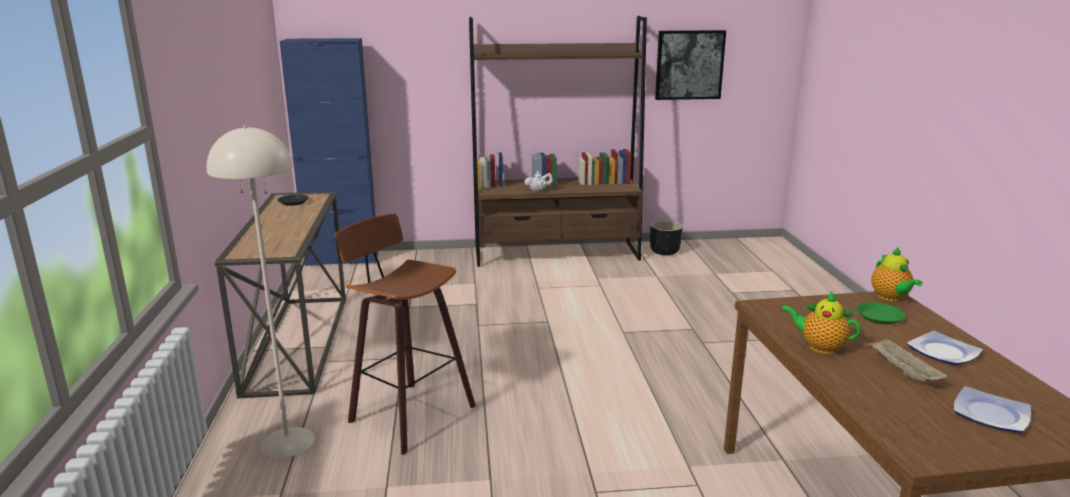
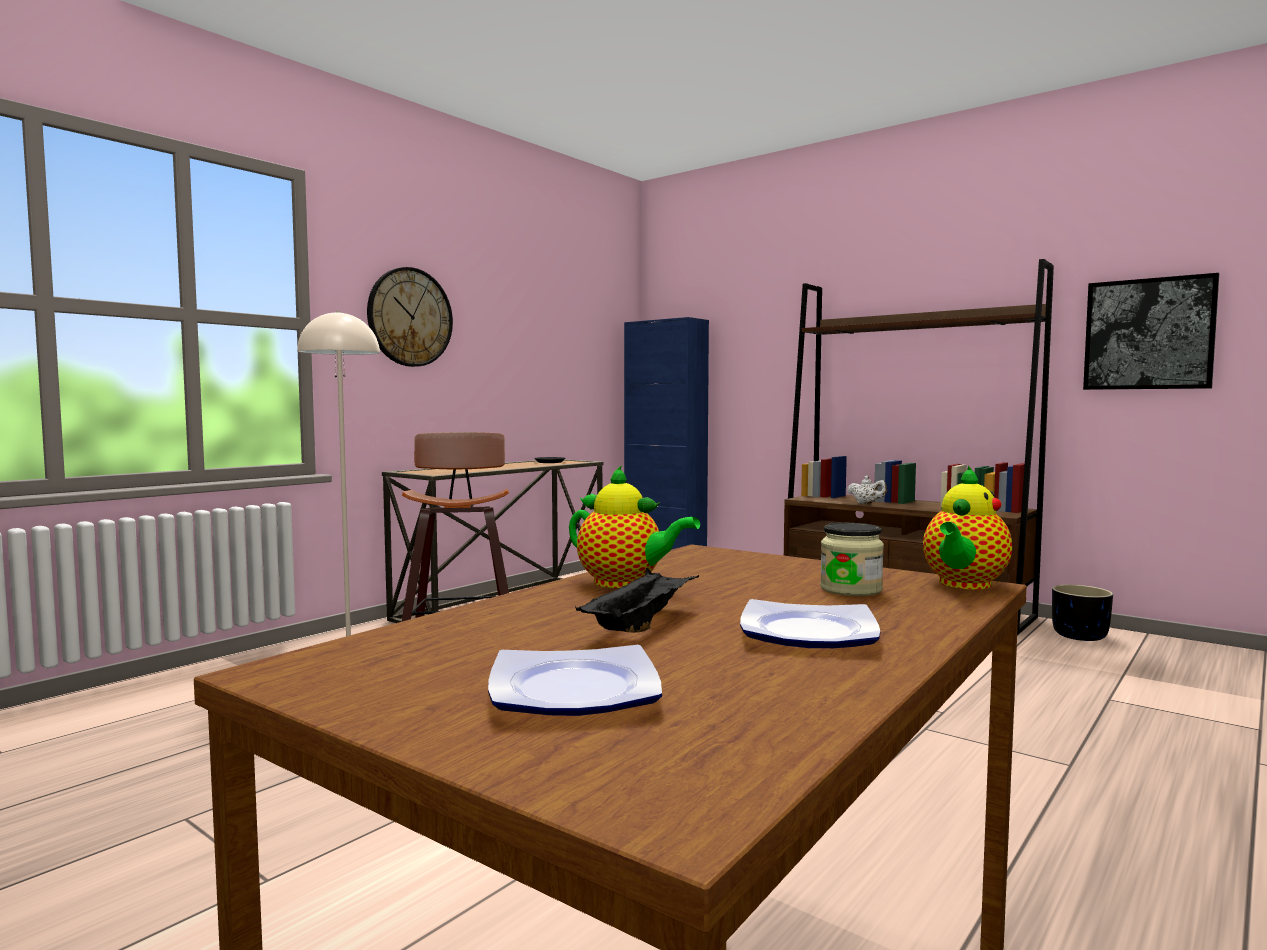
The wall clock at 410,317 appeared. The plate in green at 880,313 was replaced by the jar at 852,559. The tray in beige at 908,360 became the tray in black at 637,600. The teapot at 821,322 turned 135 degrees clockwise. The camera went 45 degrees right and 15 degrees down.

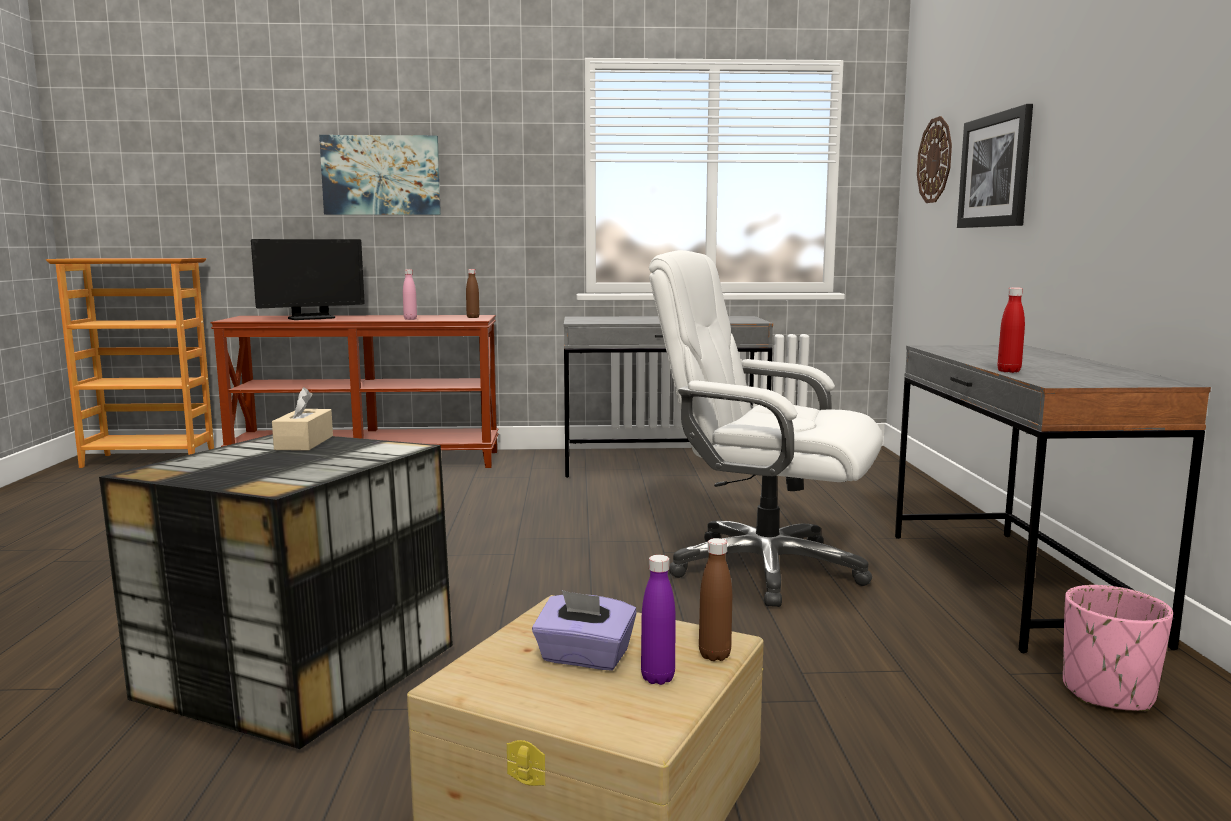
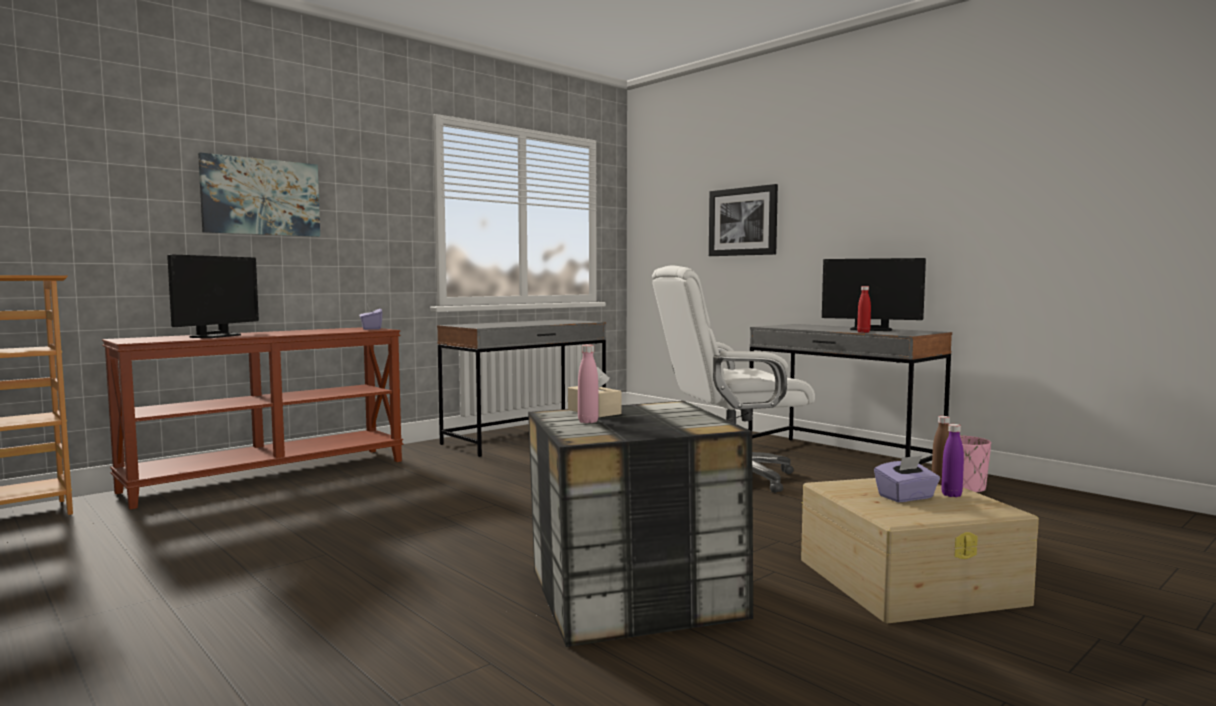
The wall clock at 934,159 disappeared. The monitor at 874,294 appeared. The bottle in pink moved from 410,295 to 588,384. The bottle in brown at 473,293 was replaced by the tissue box in purple at 370,316. The camera went 40 degrees left and 5 degrees down.

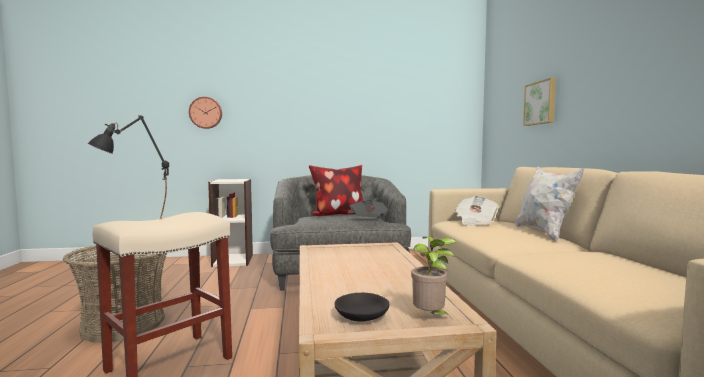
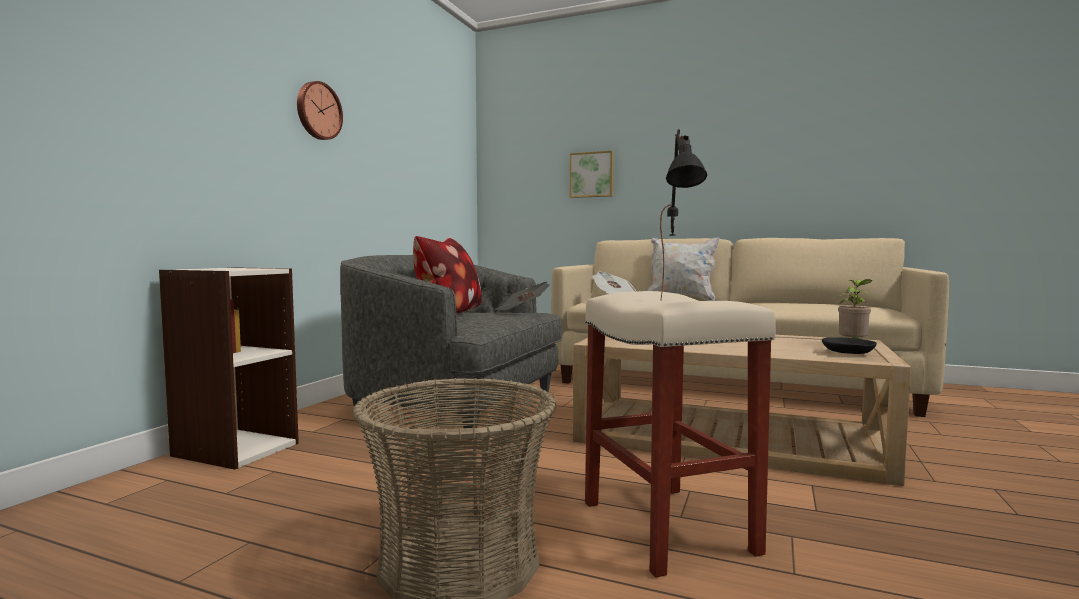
The wall clock moved from 205,113 to 320,110. The camera went 60 degrees left and 0 degrees up.

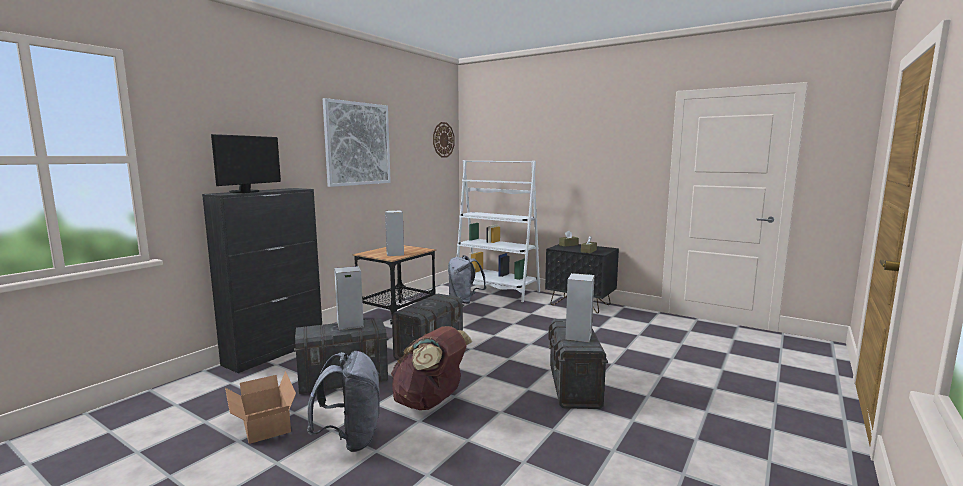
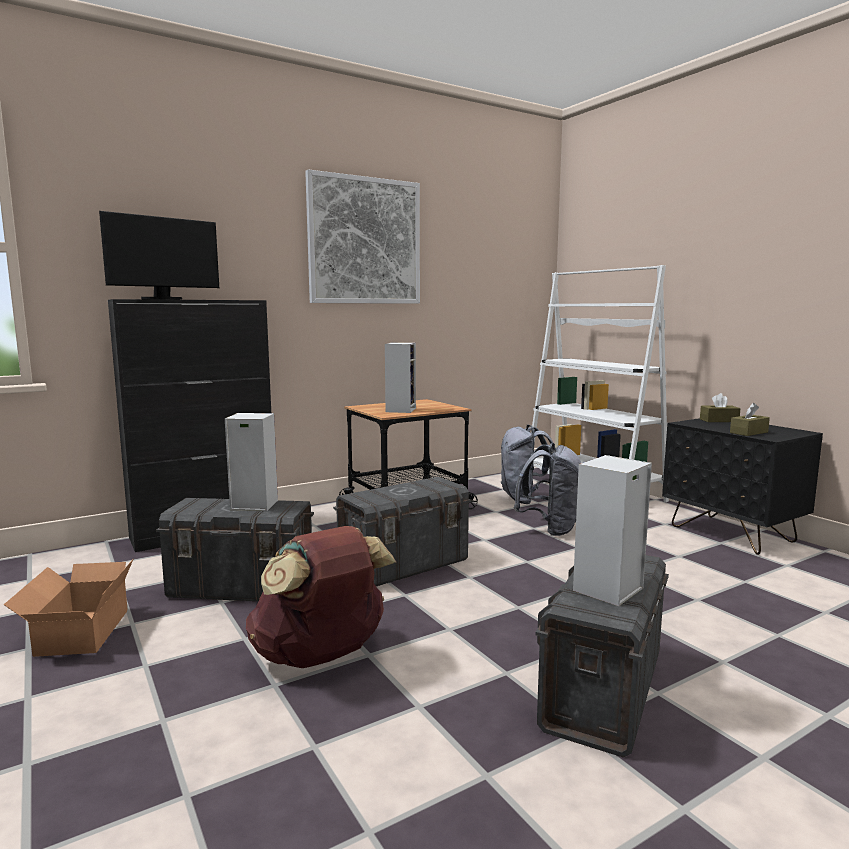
The wall clock at 444,139 disappeared. The backpack in grey moved from 343,401 to 547,489. The camera went 25 degrees right and 0 degrees up.

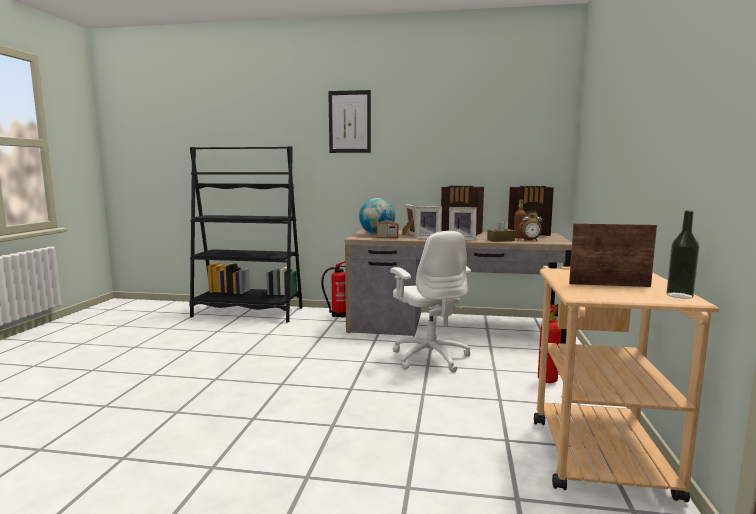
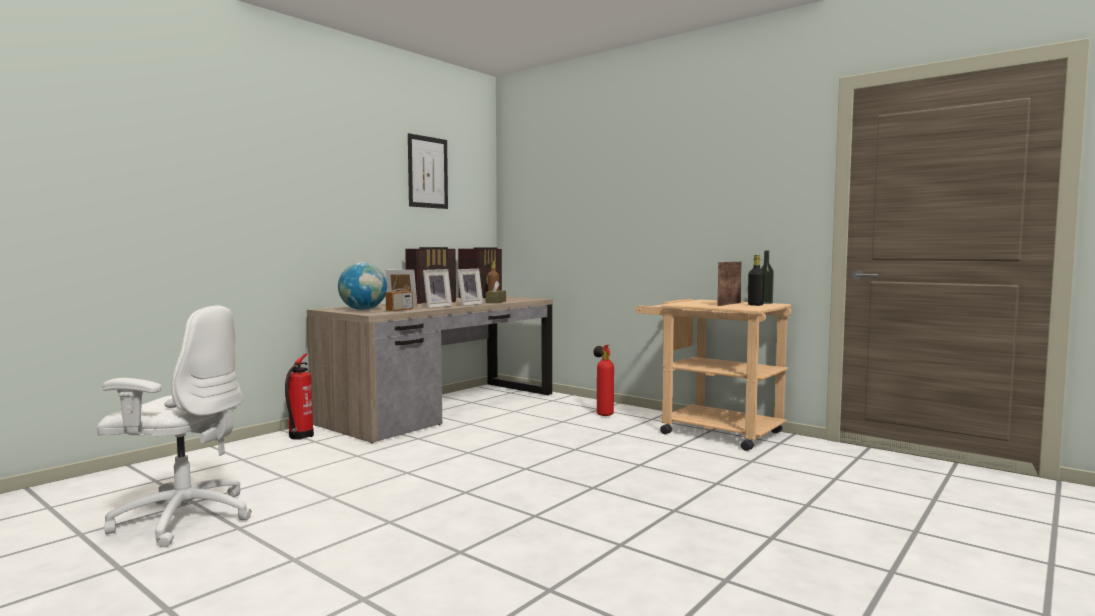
The bookcase in black at 246,234 disappeared. The alarm clock at 530,225 disappeared. The bottle in black at 756,280 appeared. The picture moved from 349,121 to 428,171. The office chair in white moved from 430,302 to 174,426. The camera went 60 degrees left and 5 degrees down.

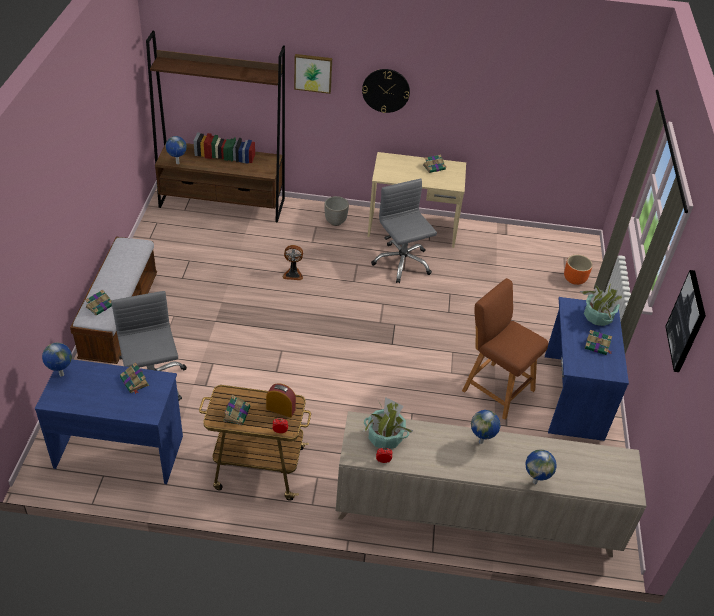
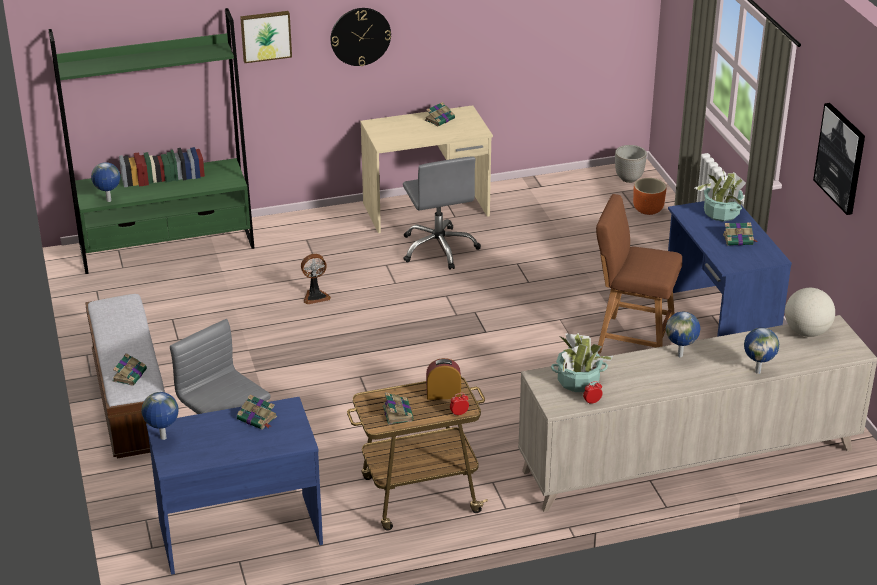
The globe at 810,312 appeared. The planter moved from 336,211 to 631,164. The bookcase in brown at 215,126 became the bookcase in green at 151,141. The office chair in grey at 404,231 turned 150 degrees counterclockwise. The camera went 20 degrees left and 10 degrees down.

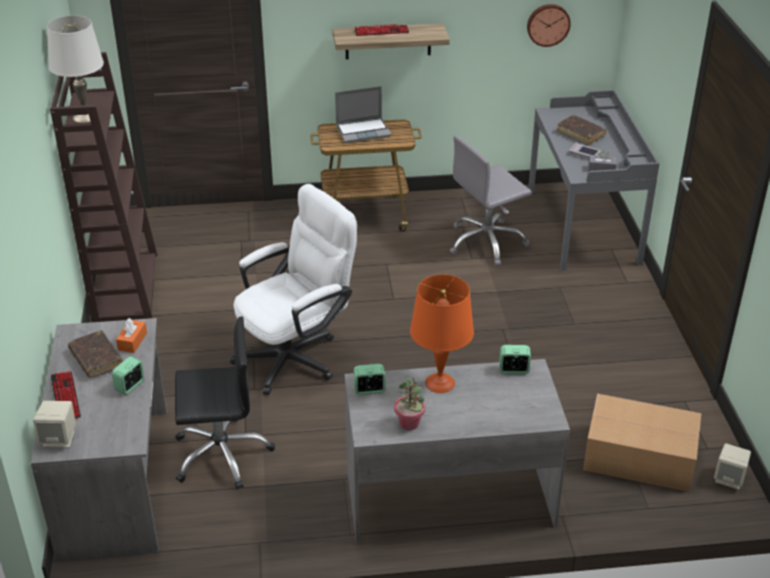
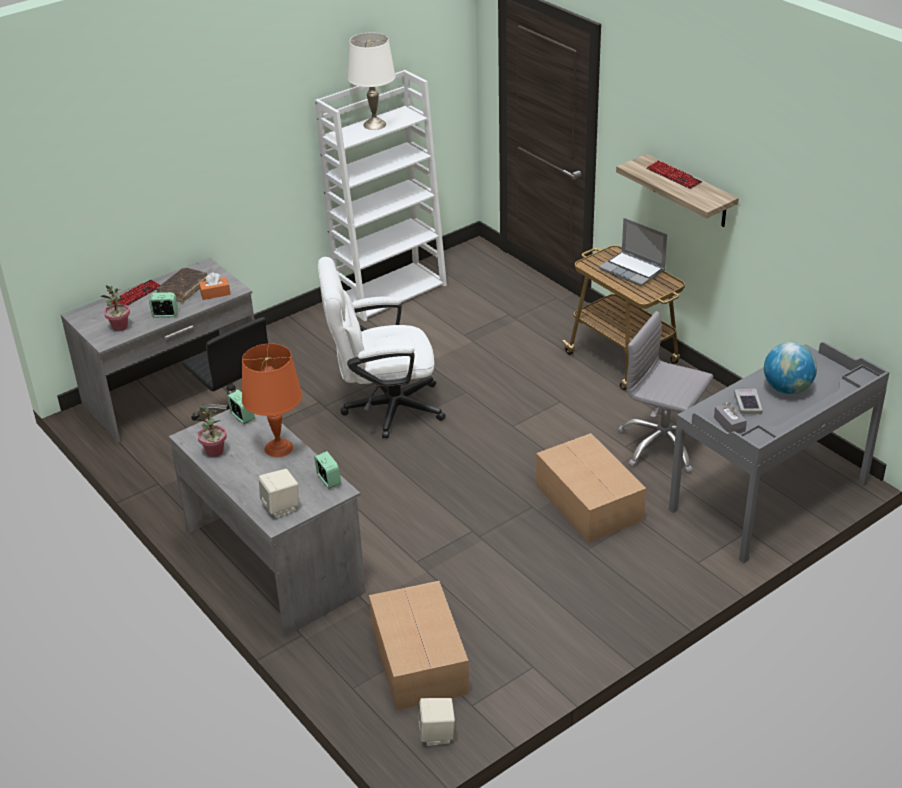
The wall clock at 549,25 disappeared. The potted plant at 115,308 appeared. The cardboard box at 591,488 appeared. The speaker in beige moved from 54,424 to 279,493. The book in brown at 581,130 was replaced by the globe at 790,368. The bookcase in brown at 104,187 became the bookcase in white at 381,195. The office chair in white at 293,289 turned 150 degrees clockwise. The camera went 60 degrees right and 0 degrees up.

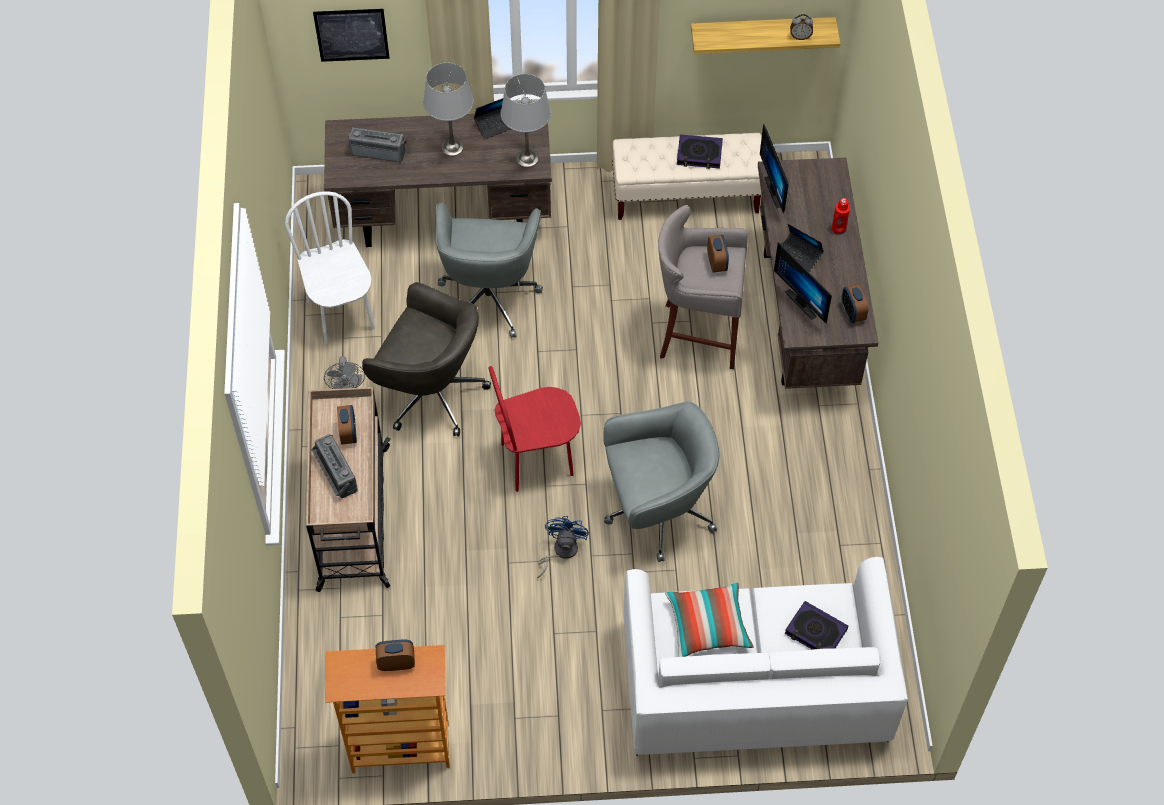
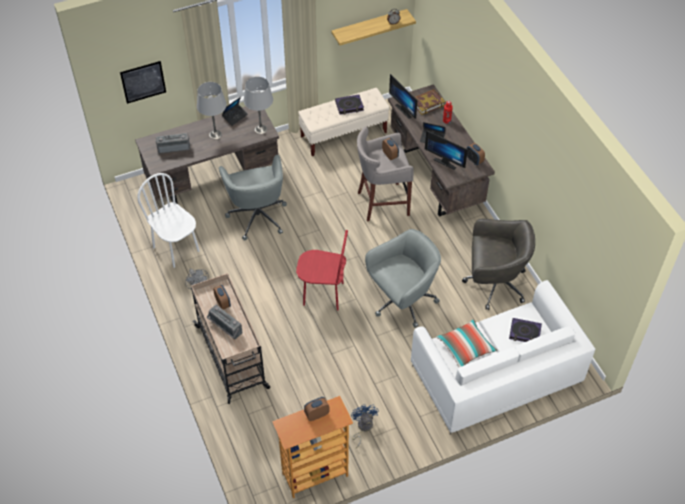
The book at 430,102 appeared. The office chair in grey moved from 426,359 to 498,264. The fan in blue moved from 563,547 to 365,426. The chair in red at 534,429 turned 135 degrees counterclockwise. The camera went 20 degrees left and 5 degrees down.

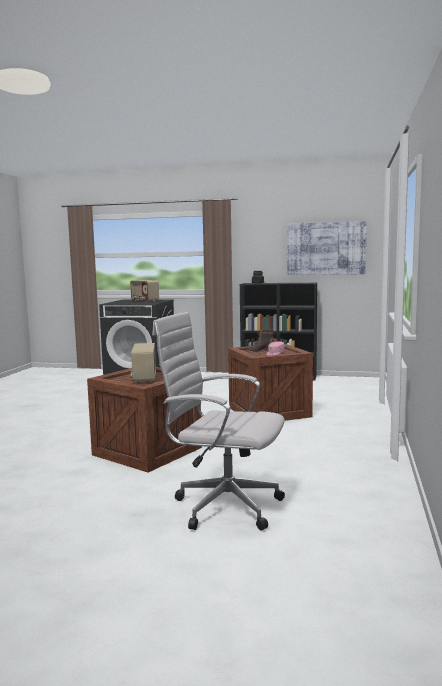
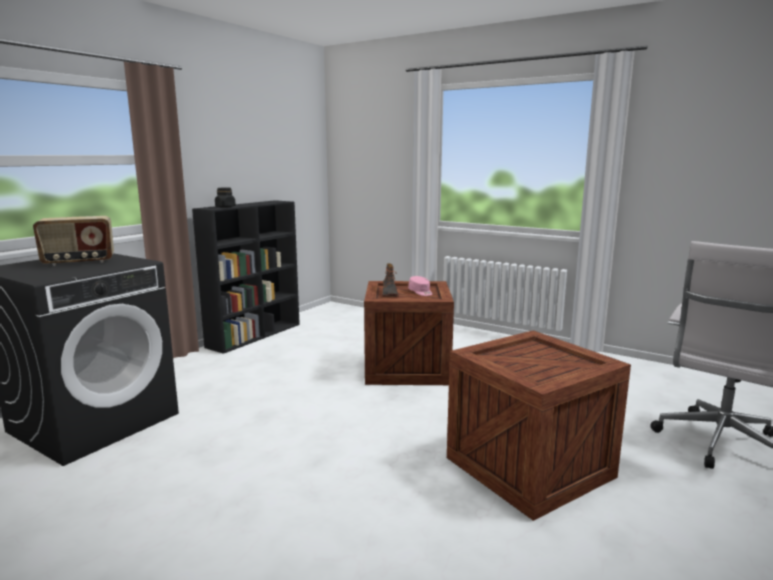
The radio at 143,363 disappeared. The picture at 327,248 disappeared. The camera went 70 degrees left and 5 degrees up.

